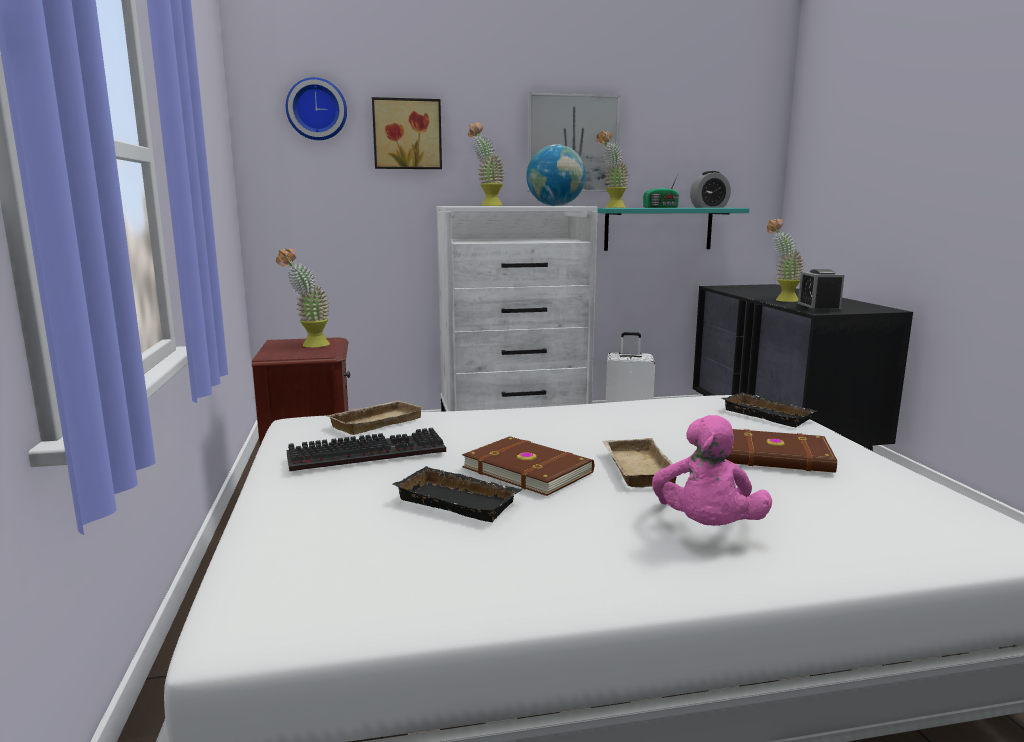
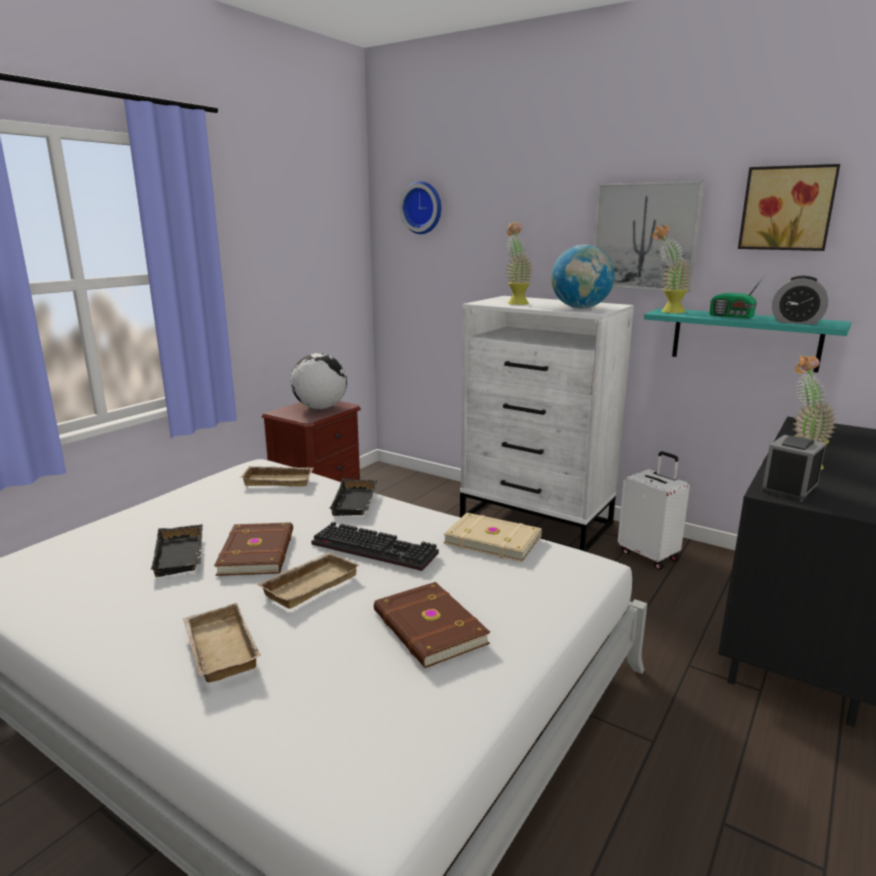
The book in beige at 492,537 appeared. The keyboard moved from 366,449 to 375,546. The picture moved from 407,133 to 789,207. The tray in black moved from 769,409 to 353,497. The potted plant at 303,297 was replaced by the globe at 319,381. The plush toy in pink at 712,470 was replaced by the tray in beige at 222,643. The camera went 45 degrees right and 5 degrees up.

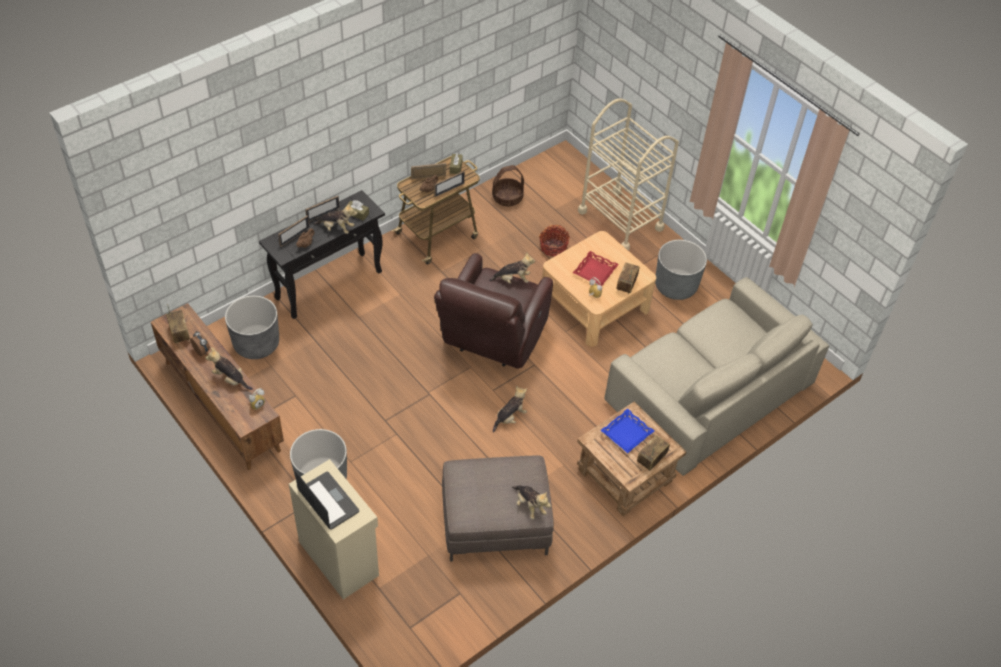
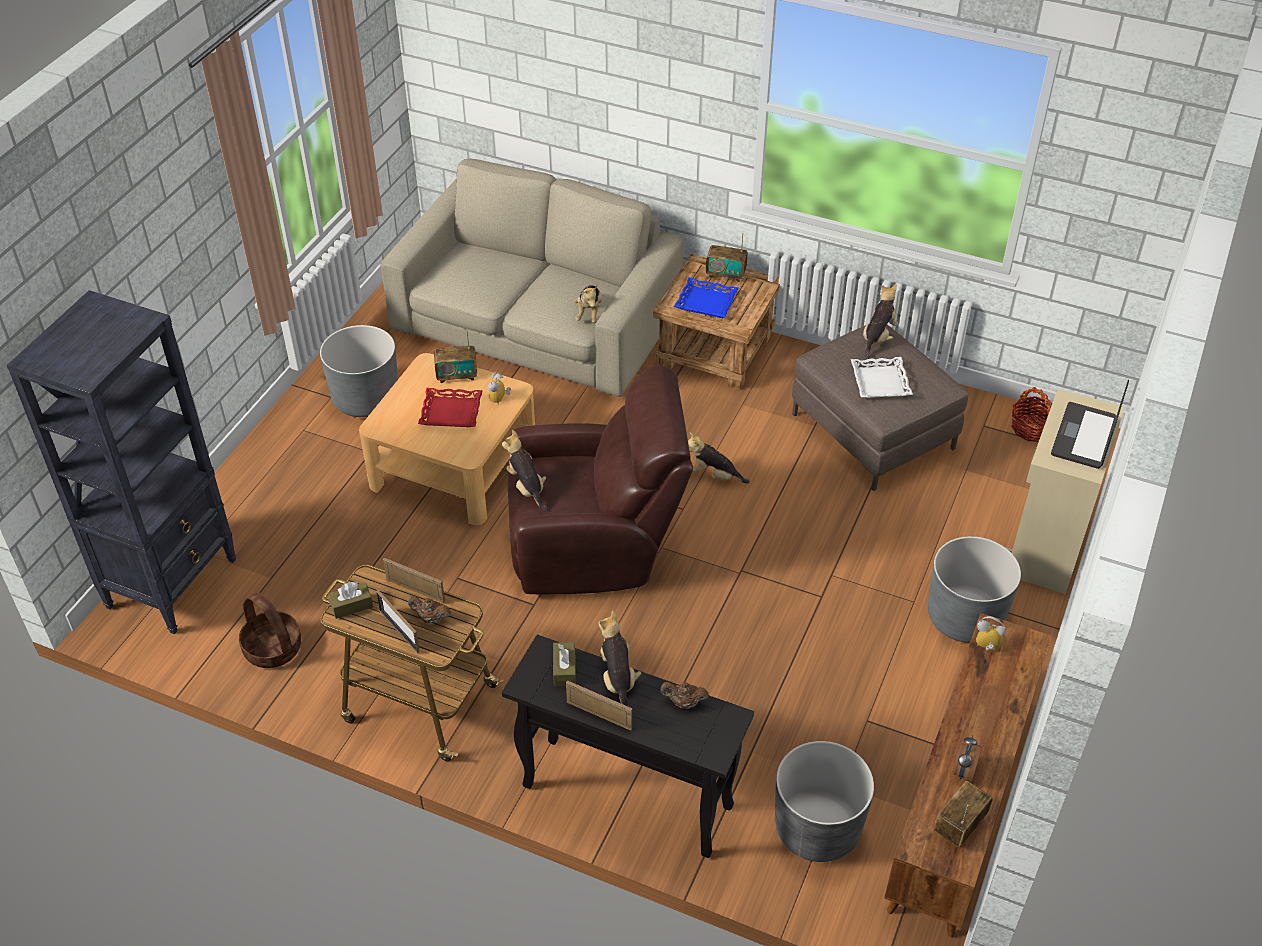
The picture frame at 294,231 disappeared. The cart in beige at 628,175 disappeared. The bookcase in black at 121,462 appeared. The tray in white at 882,377 appeared. The plush toy moved from 229,368 to 588,304. The basket moved from 554,241 to 1032,414. The camera went 115 degrees left and 5 degrees down.

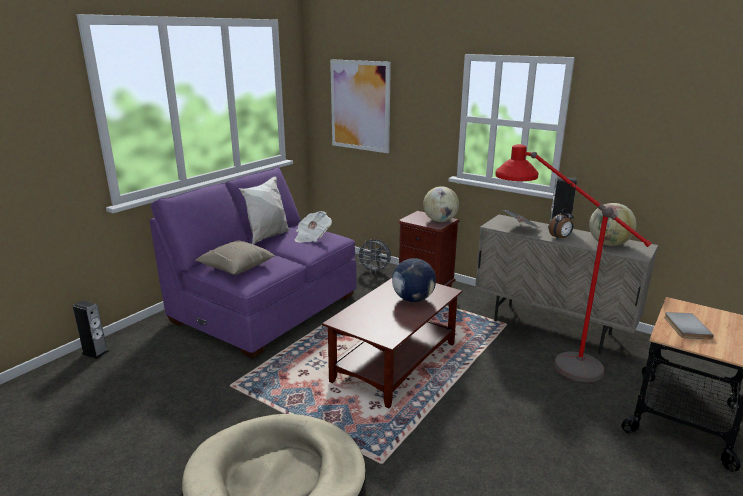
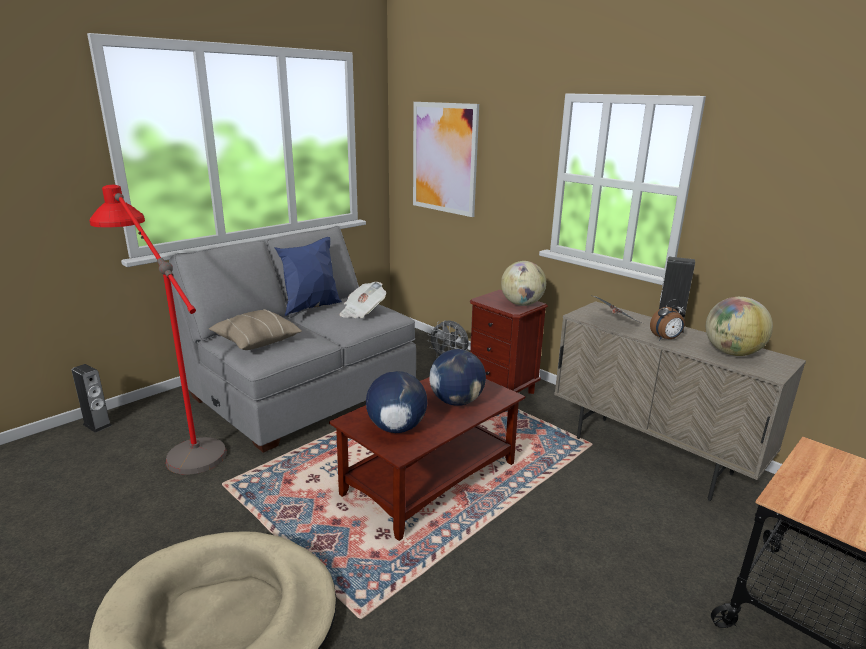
The book in grey at 689,325 disappeared. The globe at 396,402 appeared. The floor lamp in red moved from 573,263 to 158,330. The sofa in purple at 253,262 became the sofa in grey at 292,339. The pillow in white at 264,210 became the pillow in blue at 308,276. The camera went 10 degrees right and 0 degrees up.

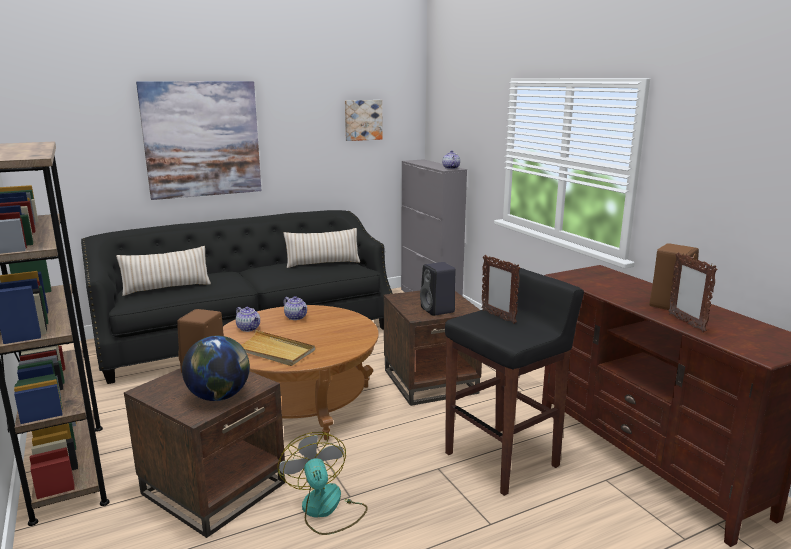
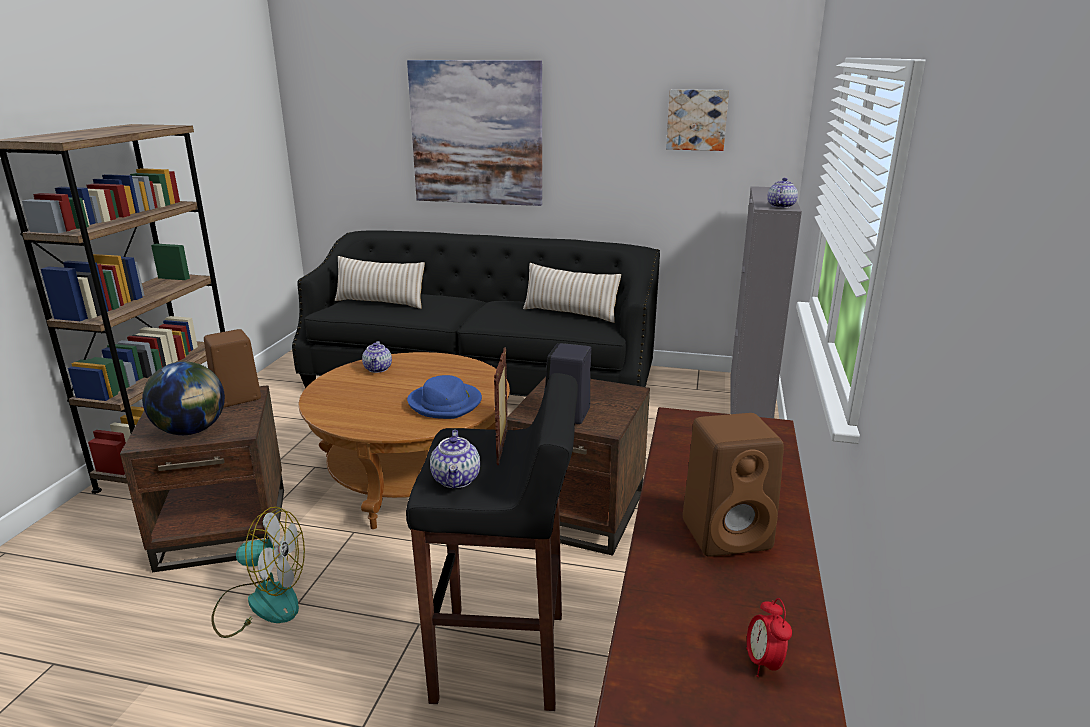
The tray in beige at 278,348 disappeared. The picture frame at 692,292 disappeared. The hat in blue at 444,397 appeared. The alarm clock at 769,637 appeared. The teapot moved from 295,308 to 455,459. The fan at 322,483 turned 75 degrees clockwise. The camera went 40 degrees right and 5 degrees up.

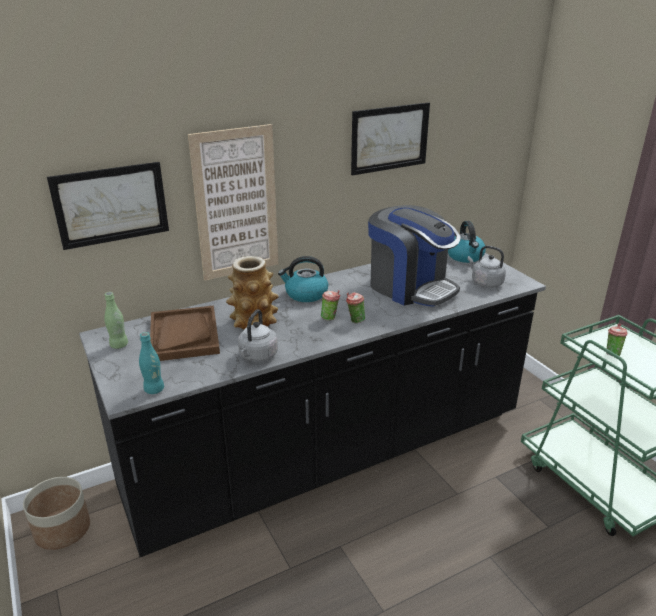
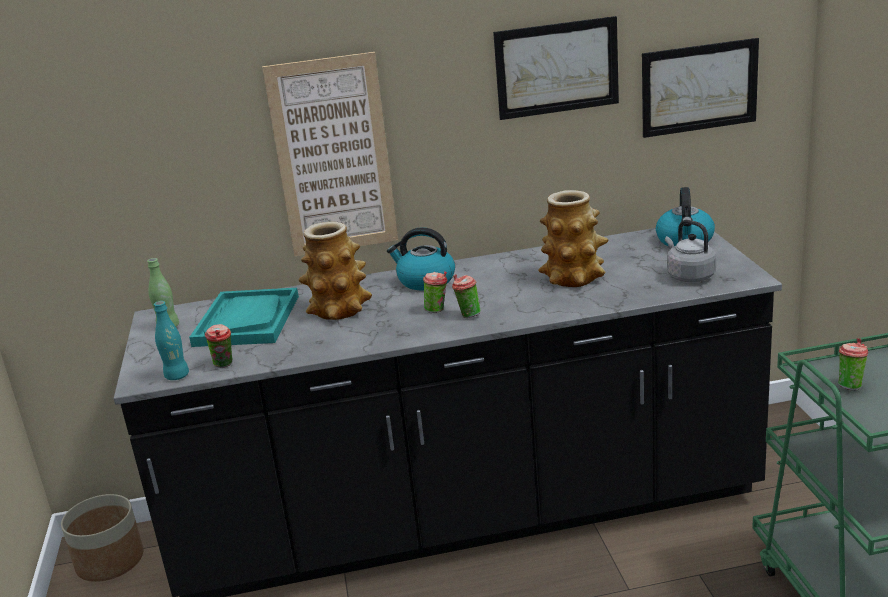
The kettle in grey at 258,335 disappeared. The cup at 218,345 appeared. The picture moved from 108,206 to 700,88. The coffee machine at 414,256 was replaced by the vase at 573,238. The tray in brown at 185,333 became the tray in turquoise at 244,317. The camera went 20 degrees right and 5 degrees down.

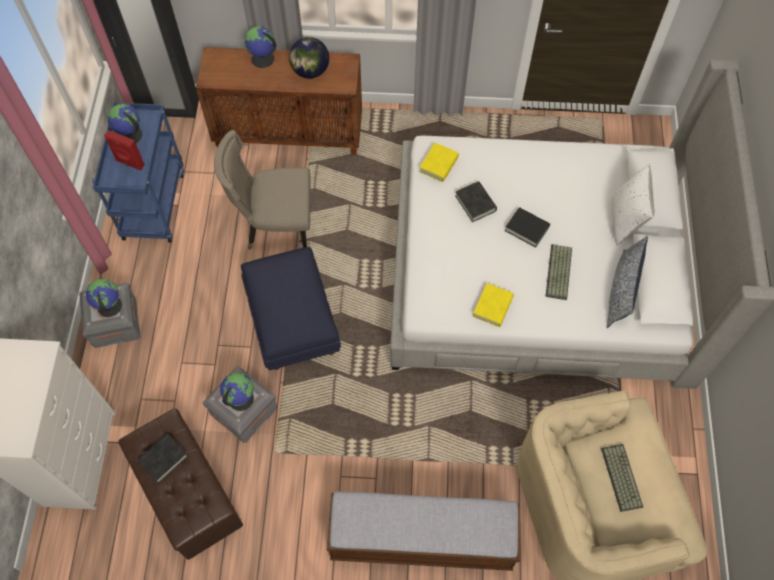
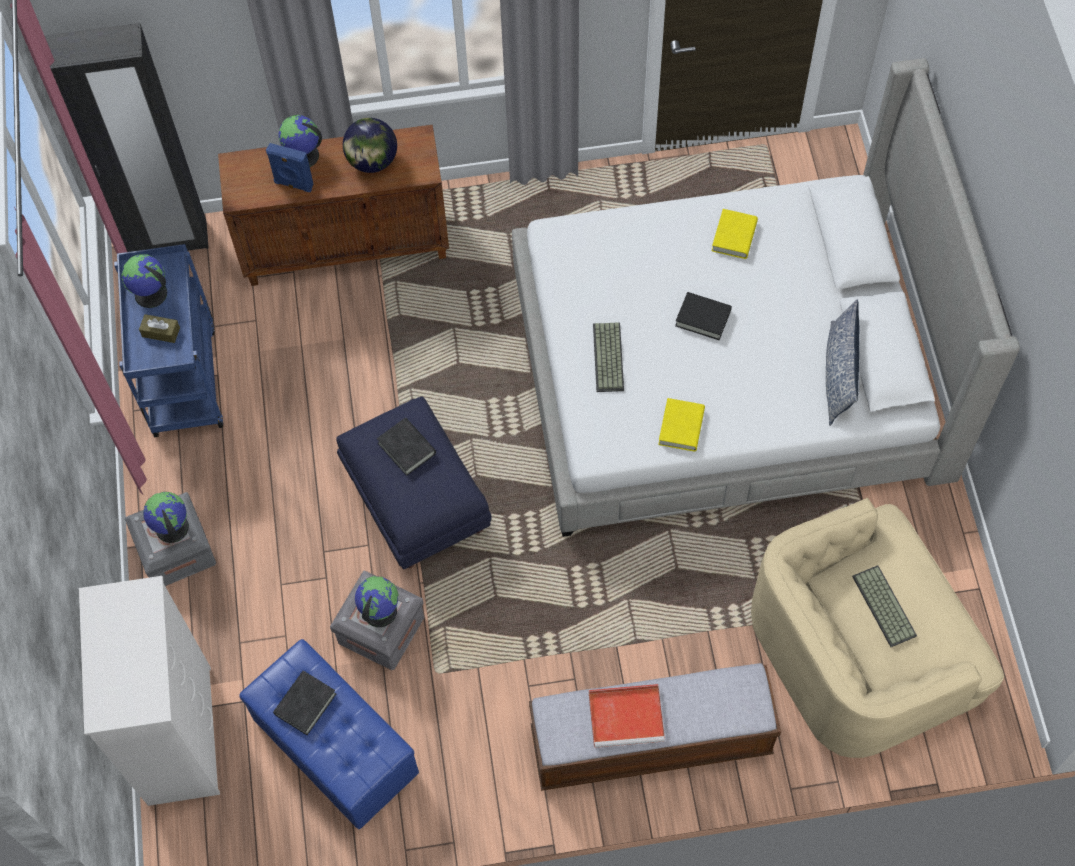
The chair in beige at 262,190 disappeared. The pillow in white at 633,205 disappeared. The speaker in blue at 290,167 appeared. The tray in red at 627,716 appeared. The book in yellow moved from 439,162 to 735,234. The book in black moved from 476,201 to 406,447. The keyboard moved from 558,272 to 608,357. The speaker in red at 124,150 was replaced by the tissue box in brown at 159,328. The ottoman in brown at 180,484 became the ottoman in blue at 329,734. The camera went 10 degrees left and 0 degrees up.

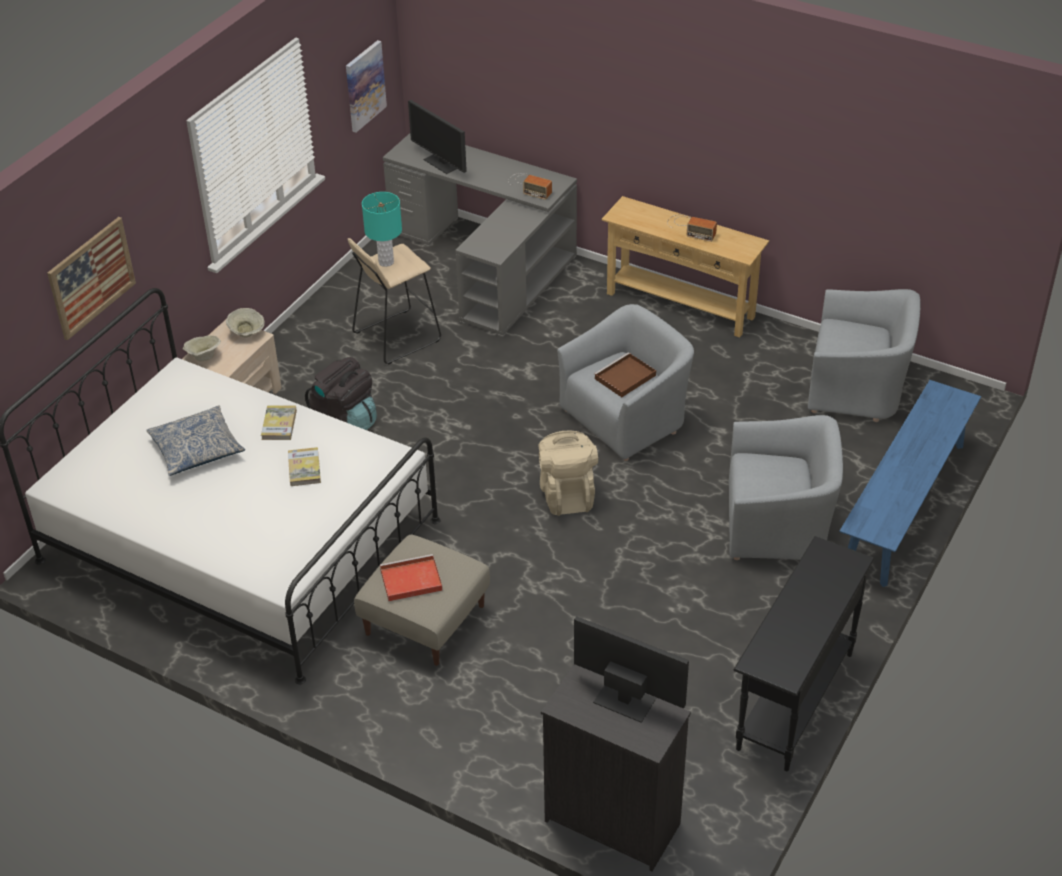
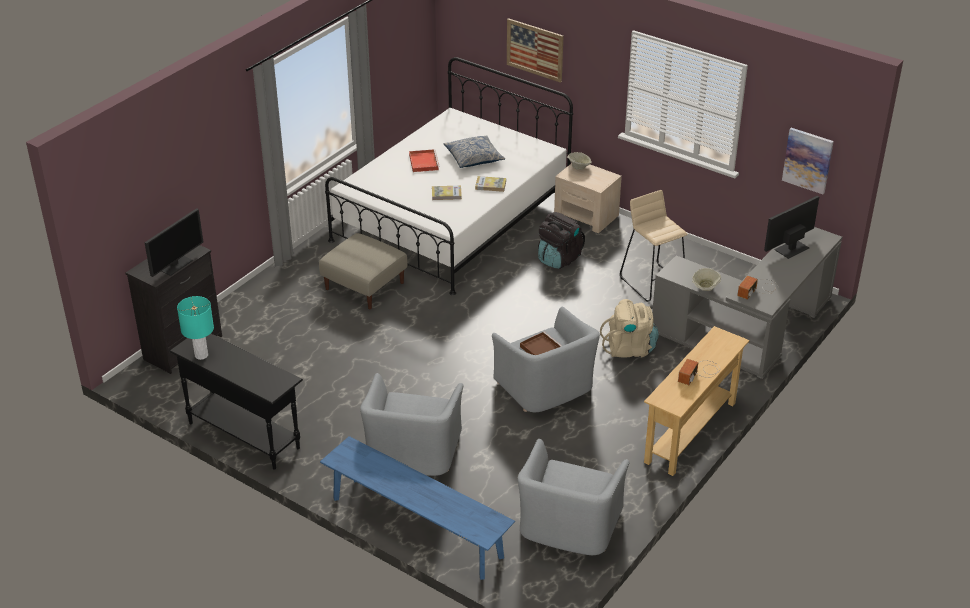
The bowl in beige moved from 245,323 to 706,279. The table lamp in turquoise moved from 382,229 to 195,328. The tray in red moved from 411,577 to 424,160. The backpack in beige moved from 568,473 to 629,328. The camera went 95 degrees right and 5 degrees down.

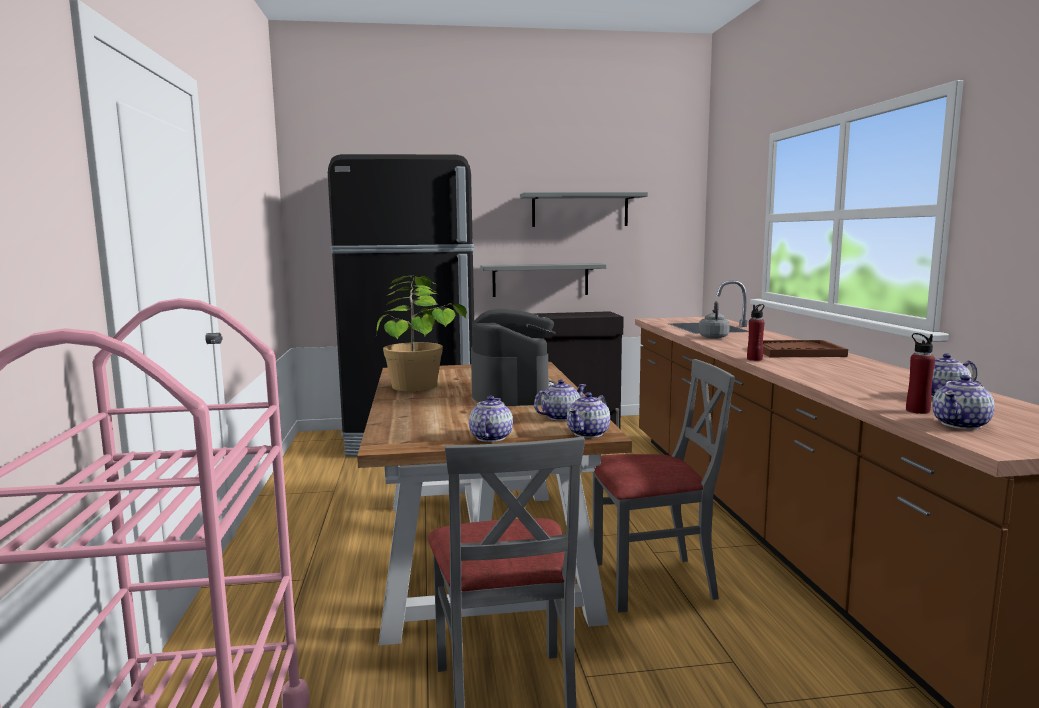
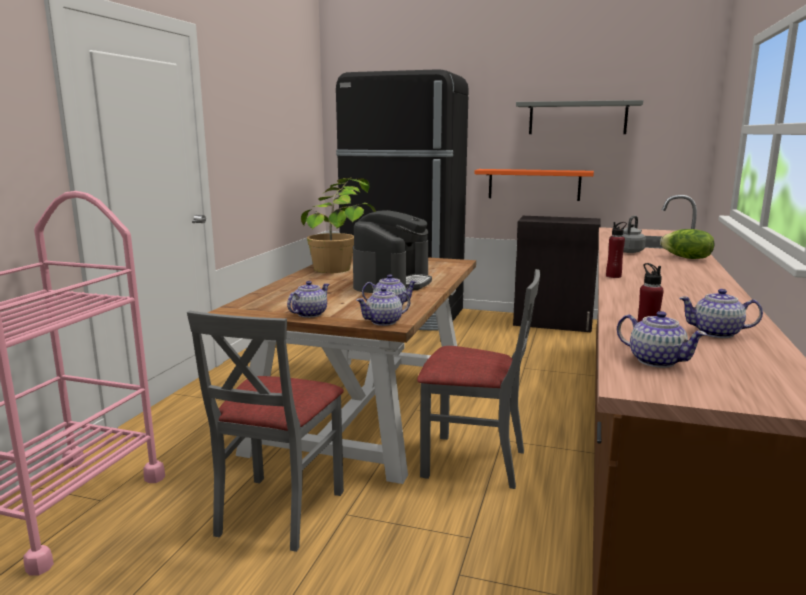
The tray in brown at 805,348 disappeared. The lettuce at 687,244 appeared. The shelf in grey at 543,280 became the shelf in orange at 534,185. The teapot at 963,402 turned 120 degrees counterclockwise. The camera went 25 degrees right and 5 degrees up.

